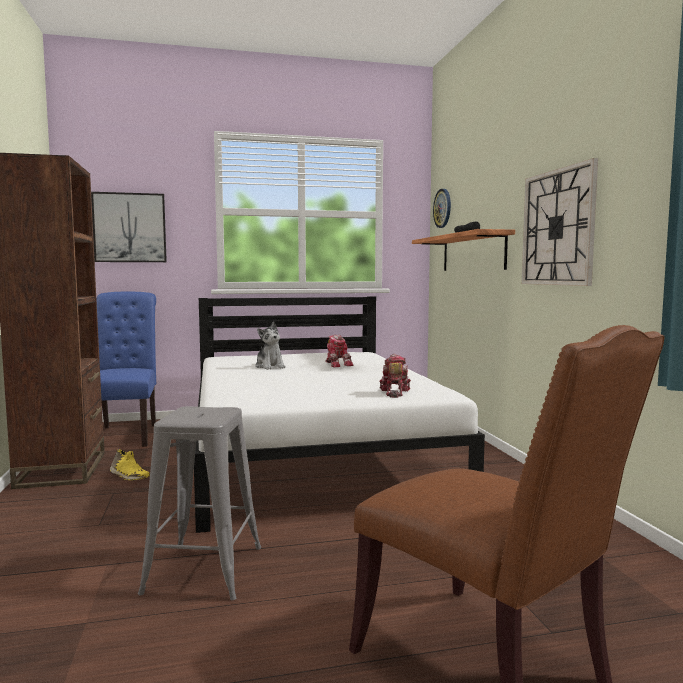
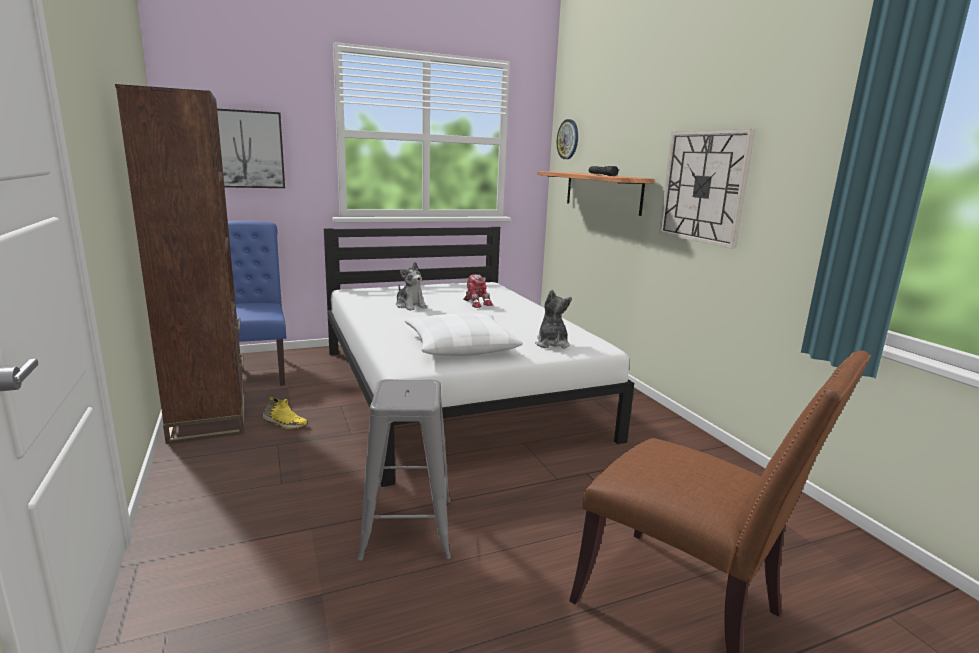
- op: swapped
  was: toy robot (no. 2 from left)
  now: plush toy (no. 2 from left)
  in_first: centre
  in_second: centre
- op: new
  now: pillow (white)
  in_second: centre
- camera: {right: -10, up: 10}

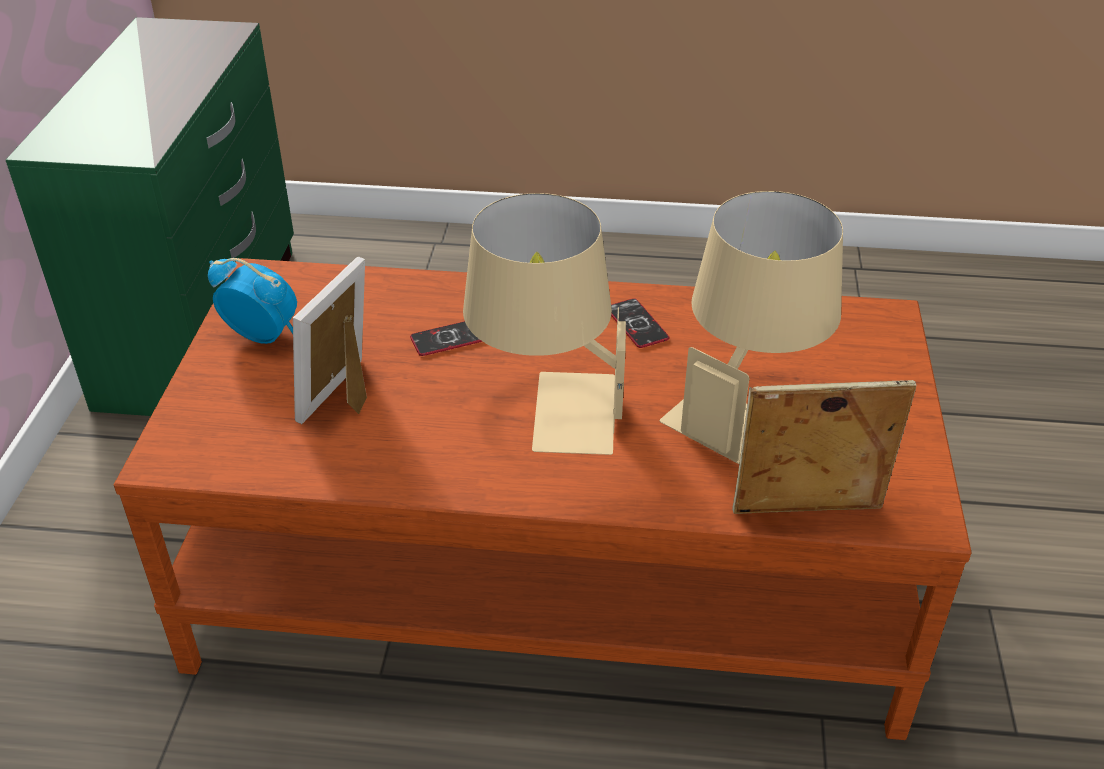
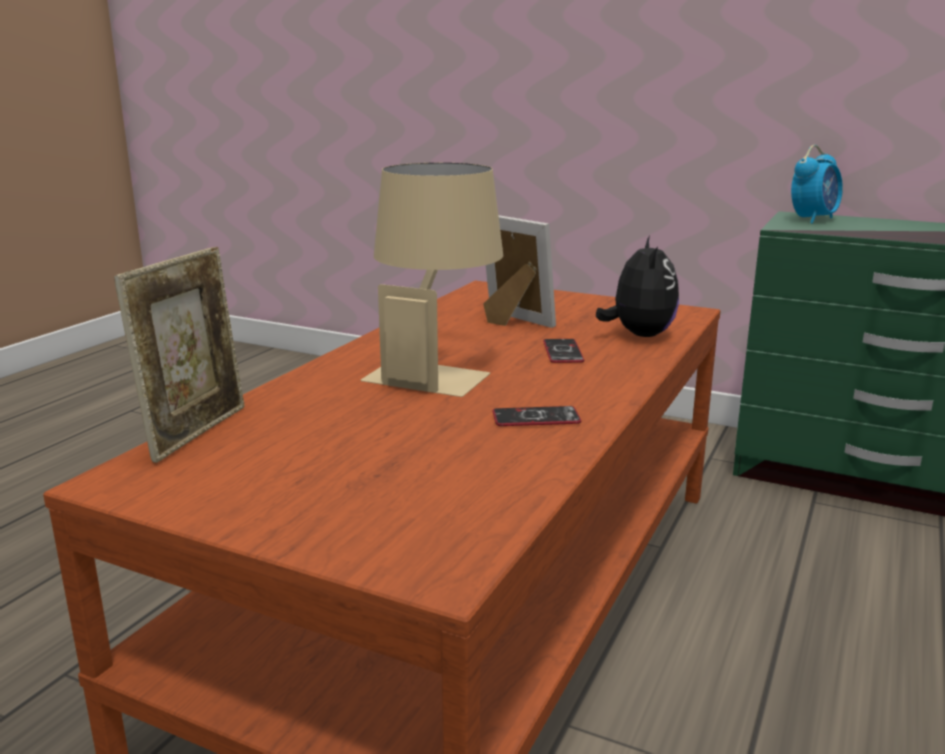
- op: gone
  was: table lamp (beige) (no. 2 from left)
  in_first: middle right
- op: shifted
  was: alarm clock
  in_first: middle left
  in_second: top right
- op: new
  now: plush toy
  in_second: middle right
- camera: {right: 110, up: -20}

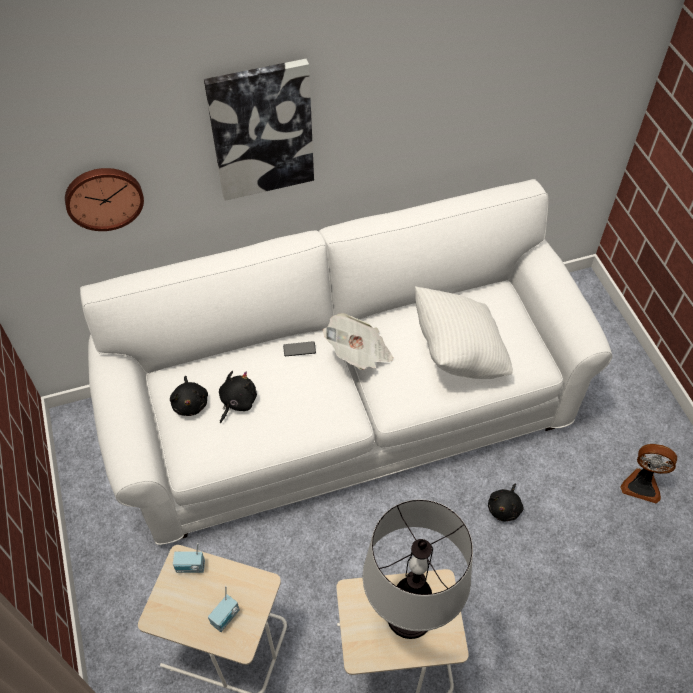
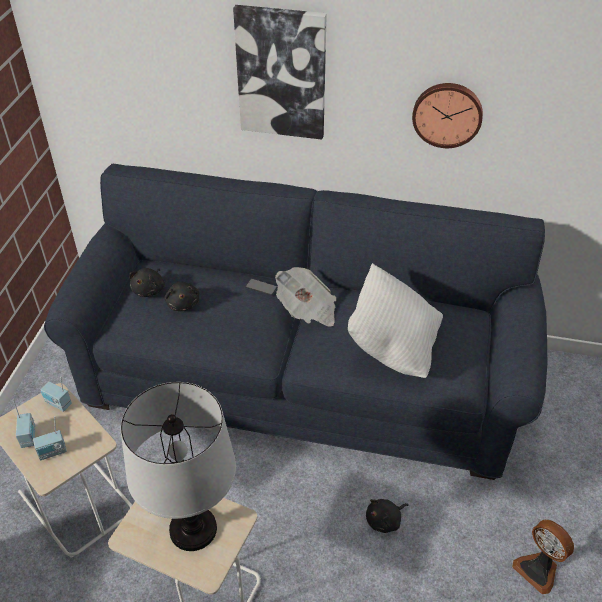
- op: shifted
  was: wall clock
  in_first: top left
  in_second: top right
- op: repainted
  was: sofa (white)
  now: sofa (blue)
  in_first: centre
  in_second: centre
- op: rotated
  was: plush toy (black) (no. 2 from left)
  in_first: centre
  in_second: middle left
  clockwise: 105
- op: new
  now: radio (no. 1 from left)
  in_second: bottom left
- camera: {right: 30, up: -10}

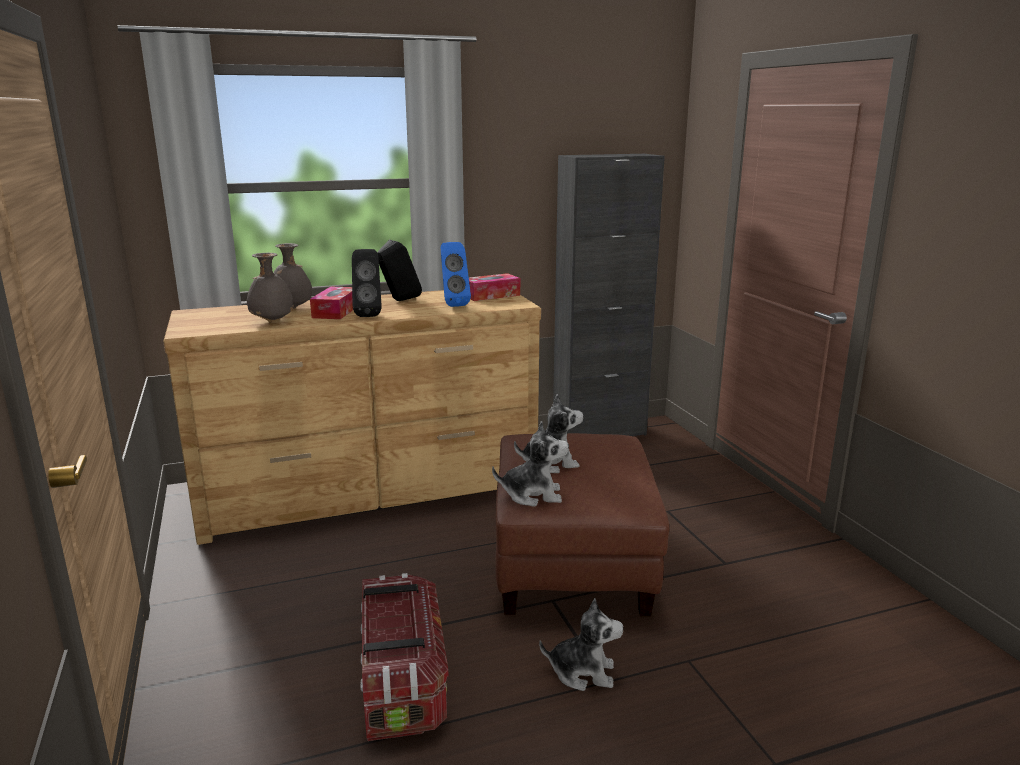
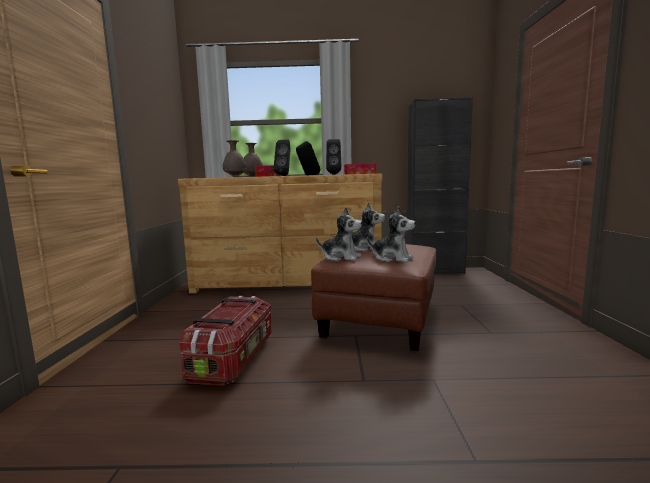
- op: repainted
  was: speaker (blue)
  now: speaker (black) (no. 3 from left)
  in_first: centre
  in_second: top centre
- op: shifted
  was: plush toy (no. 3 from left)
  in_first: bottom centre
  in_second: centre
- camera: {right: 20, up: -10}

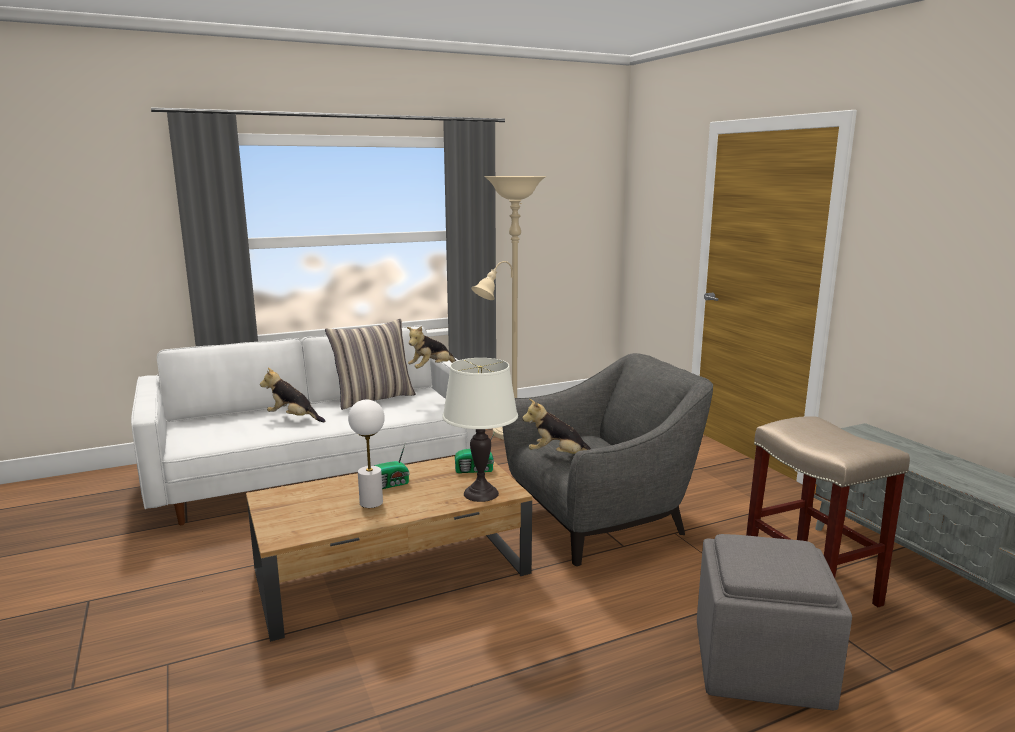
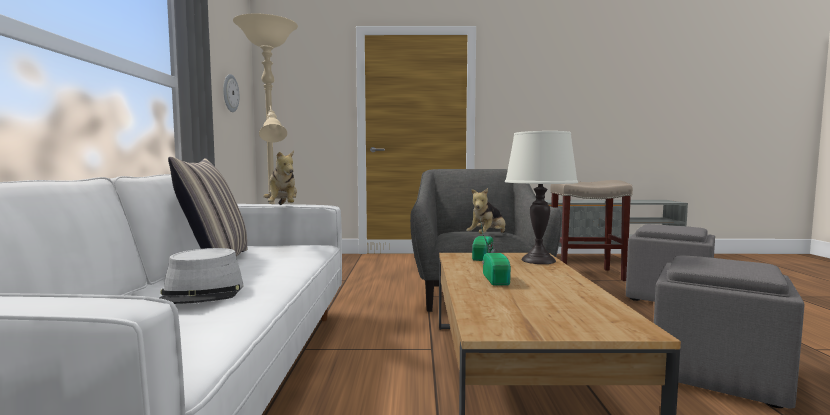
- op: swapped
  was: plush toy (no. 1 from left)
  now: hat (grey)
  in_first: middle left
  in_second: middle left
- op: gone
  was: table lamp (white) (no. 1 from left)
  in_first: centre
- op: new
  now: wall clock
  in_second: top left
- op: new
  now: ottoman (grey) (no. 2 from left)
  in_second: bottom right
- camera: {right: -65, up: -10}

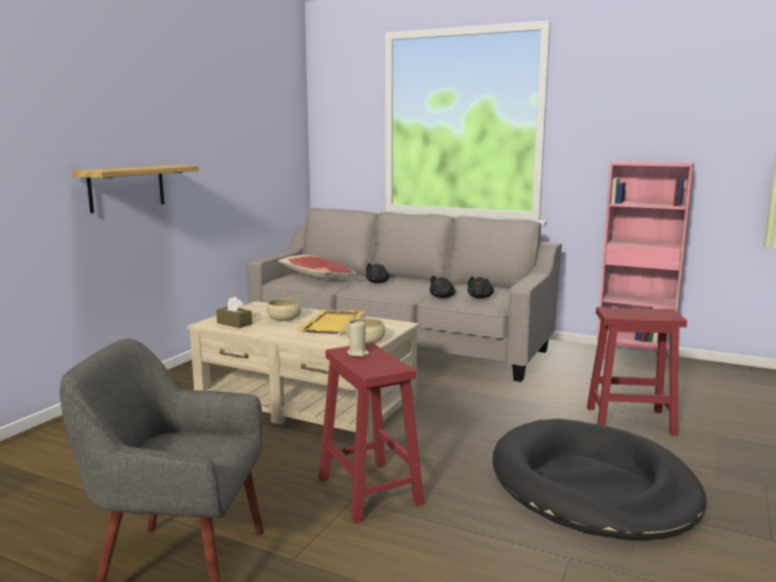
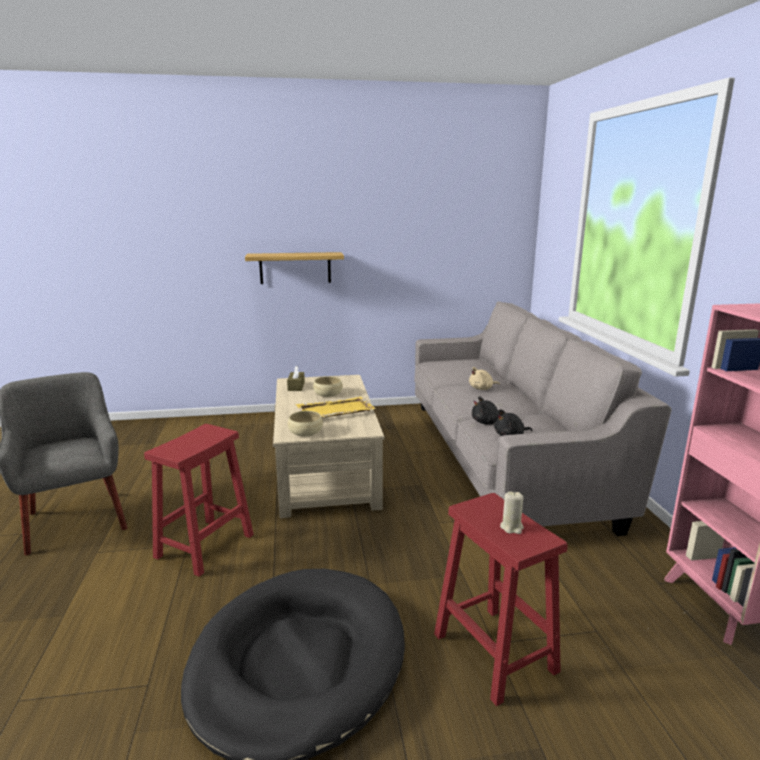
- op: gone
  was: pillow
  in_first: centre
- op: repainted
  was: plush toy (black) (no. 1 from left)
  now: plush toy (beige)
  in_first: centre
  in_second: centre
- op: shifted
  was: candle (beige)
  in_first: centre
  in_second: bottom right
- camera: {right: 55, up: 5}

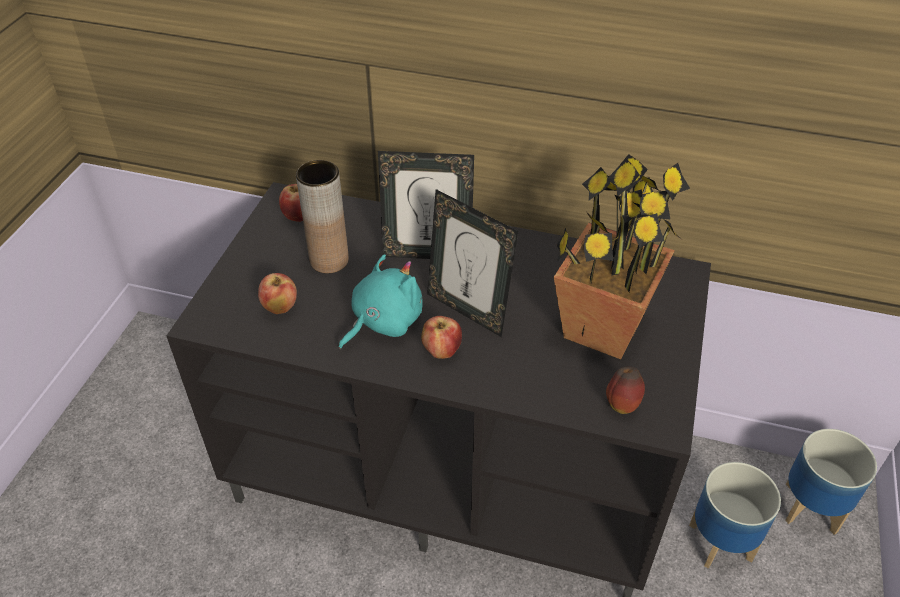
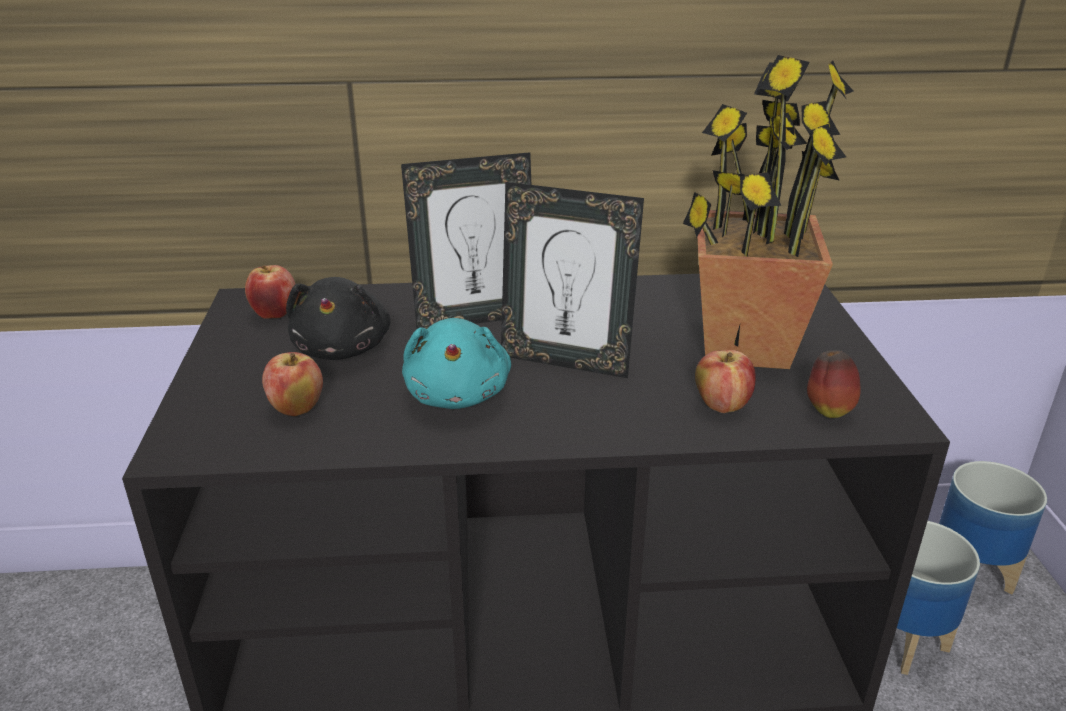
- op: swapped
  was: vase (brown)
  now: plush toy (black)
  in_first: centre
  in_second: middle left
- op: rotated
  was: plush toy (turquoise)
  in_first: centre
  in_second: centre
  clockwise: 150
- op: shifted
  was: apple (no. 3 from left)
  in_first: centre
  in_second: middle right
- camera: {right: -20, up: -15}

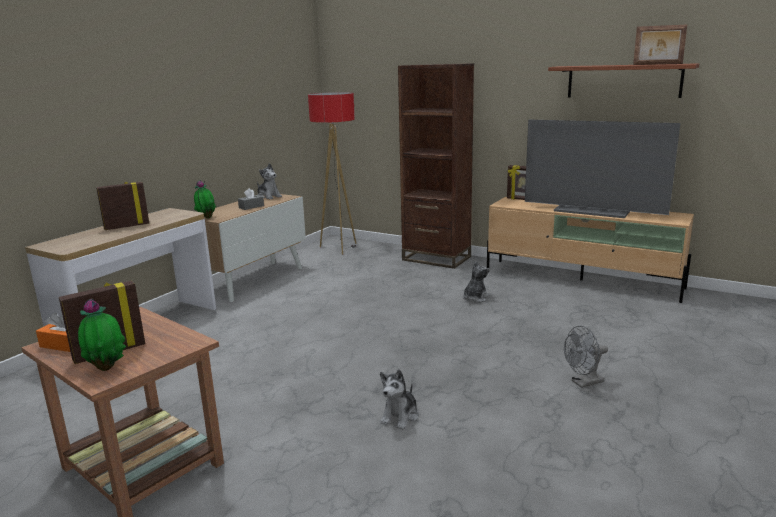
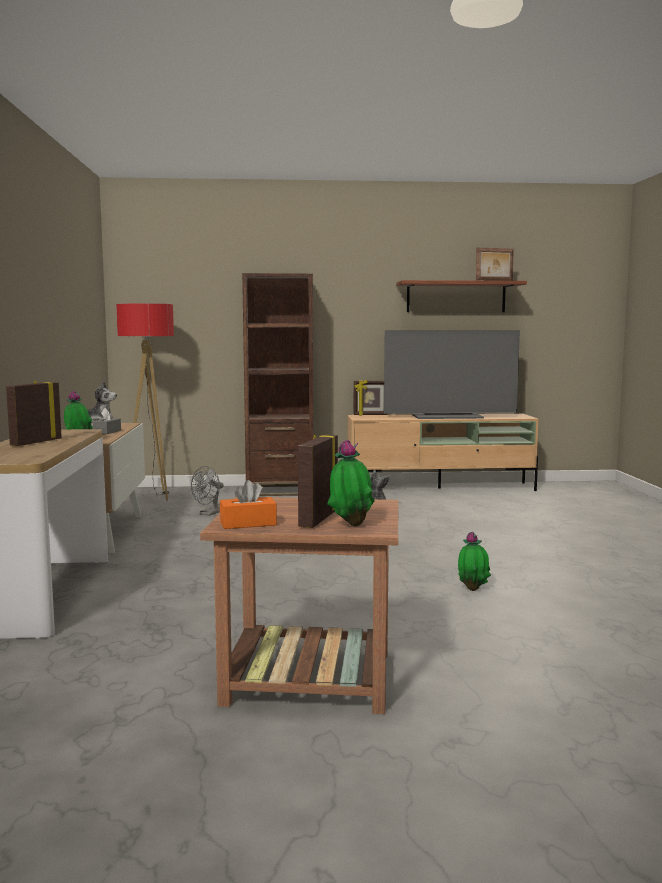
- op: shifted
  was: fan (grey)
  in_first: bottom right
  in_second: middle left
- op: swapped
  was: plush toy (no. 2 from left)
  now: potted plant (no. 3 from left)
  in_first: bottom centre
  in_second: middle right
- camera: {right: -35, up: -10}

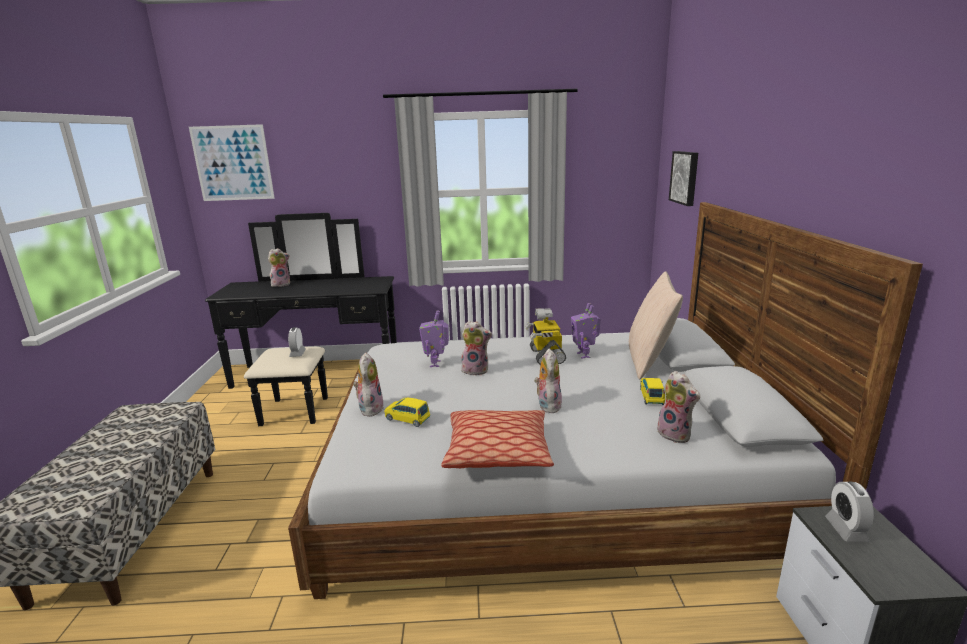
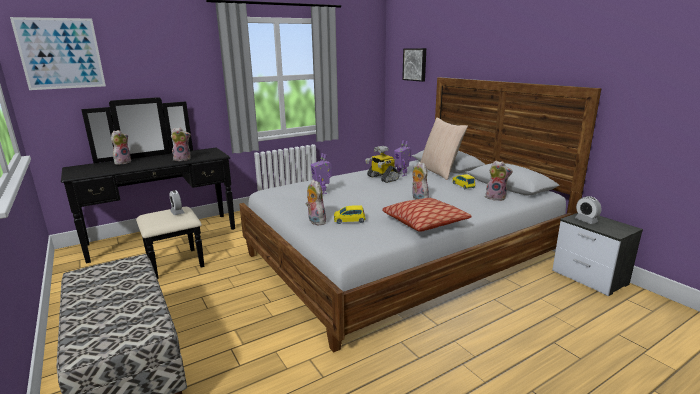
- op: shifted
  was: plush toy (no. 3 from left in the first image)
  now: plush toy (no. 2 from left)
  in_first: centre
  in_second: middle left
- camera: {right: -30, up: 0}

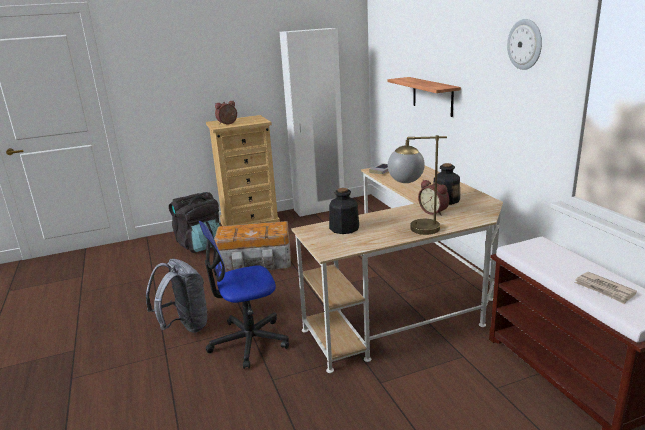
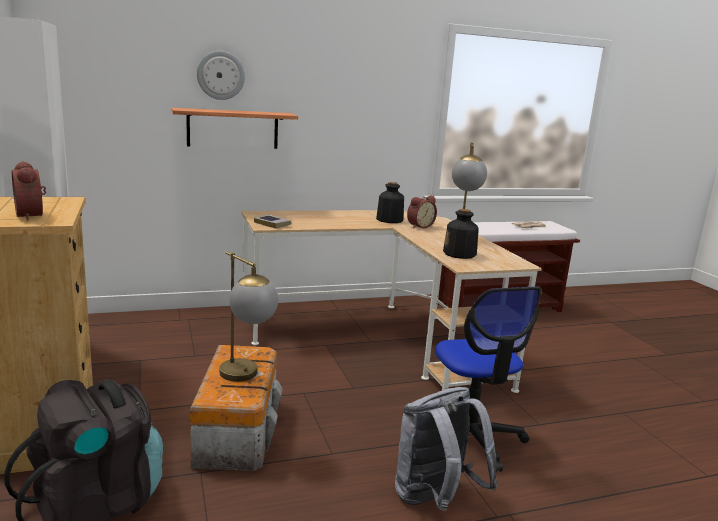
- op: shifted
  was: wall clock
  in_first: top right
  in_second: top left
- op: new
  now: table lamp (no. 1 from left)
  in_second: centre
- camera: {right: -90, up: -5}

